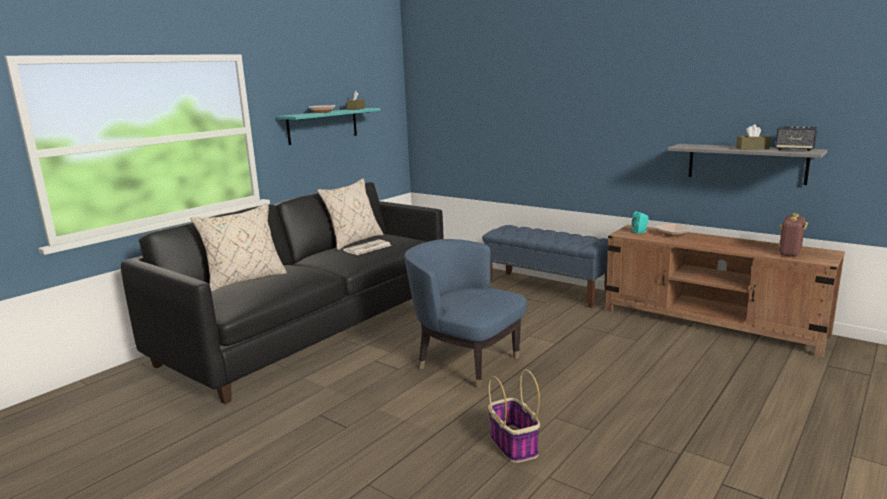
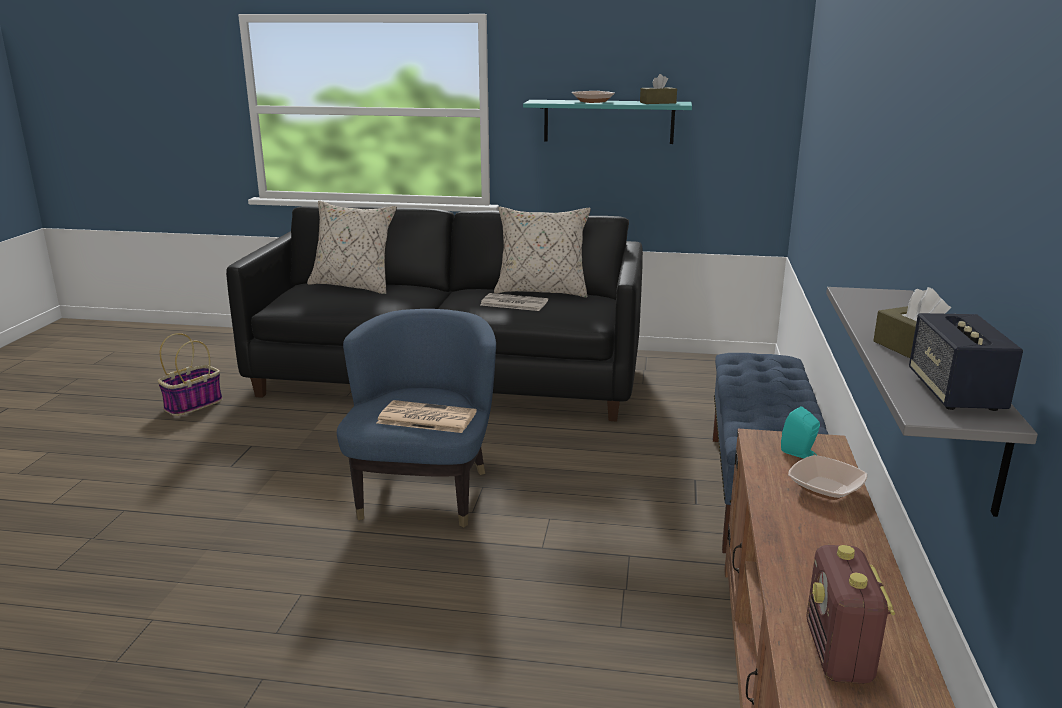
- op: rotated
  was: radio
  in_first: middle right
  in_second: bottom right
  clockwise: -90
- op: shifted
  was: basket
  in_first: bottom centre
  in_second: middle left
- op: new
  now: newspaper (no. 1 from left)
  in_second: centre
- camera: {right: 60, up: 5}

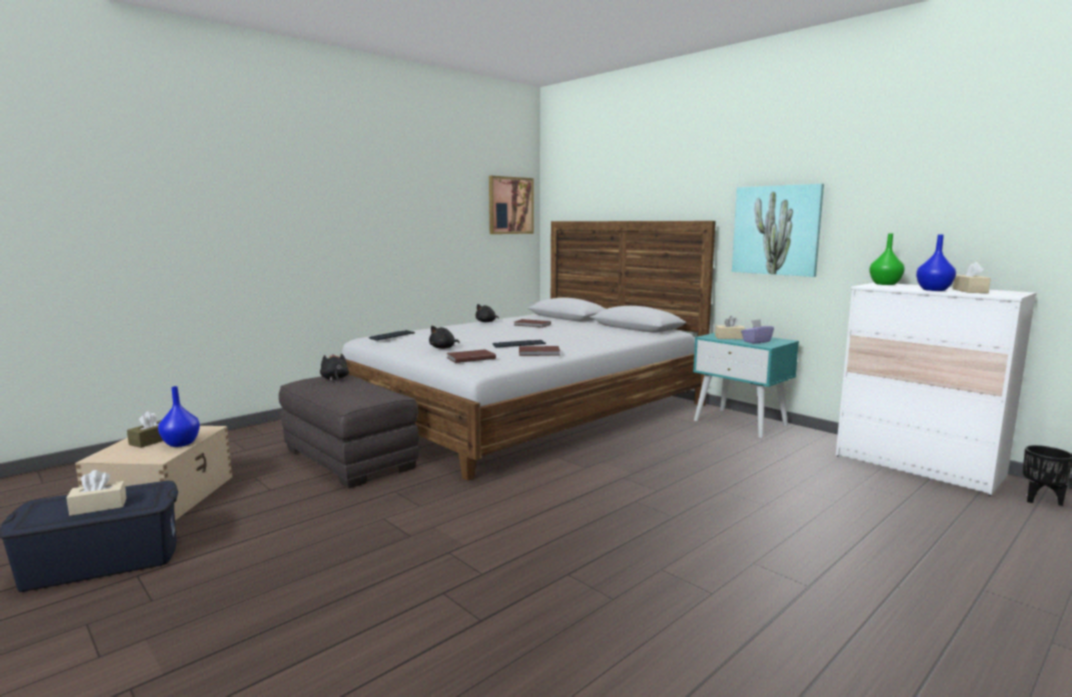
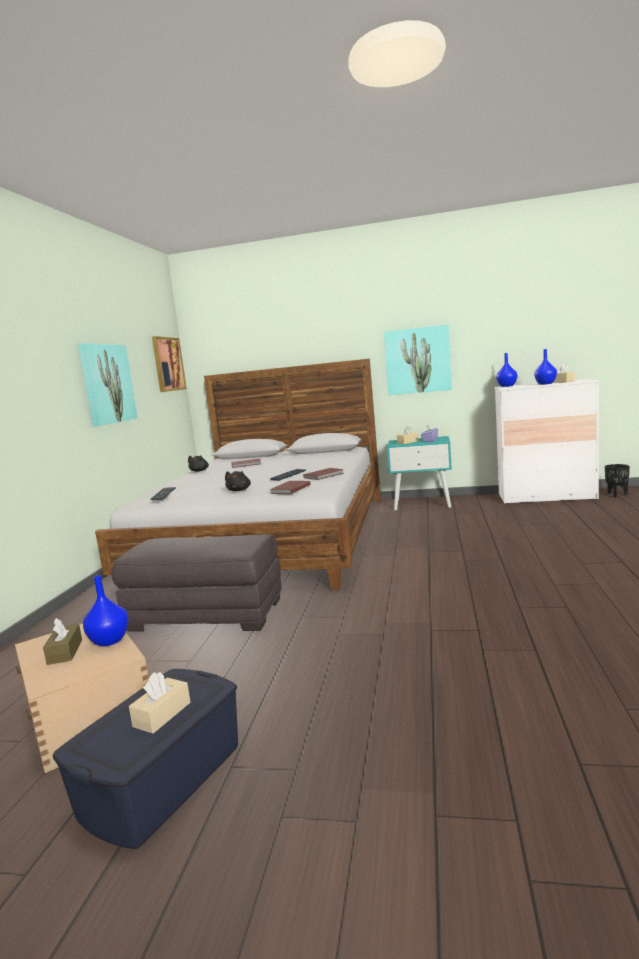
- op: repainted
  was: vase (green)
  now: vase (blue) (no. 2 from left)
  in_first: middle right
  in_second: middle right
- op: gone
  was: plush toy (black) (no. 1 from left)
  in_first: middle left
- op: new
  now: picture (no. 1 from left)
  in_second: middle left
- camera: {right: -35, up: 0}

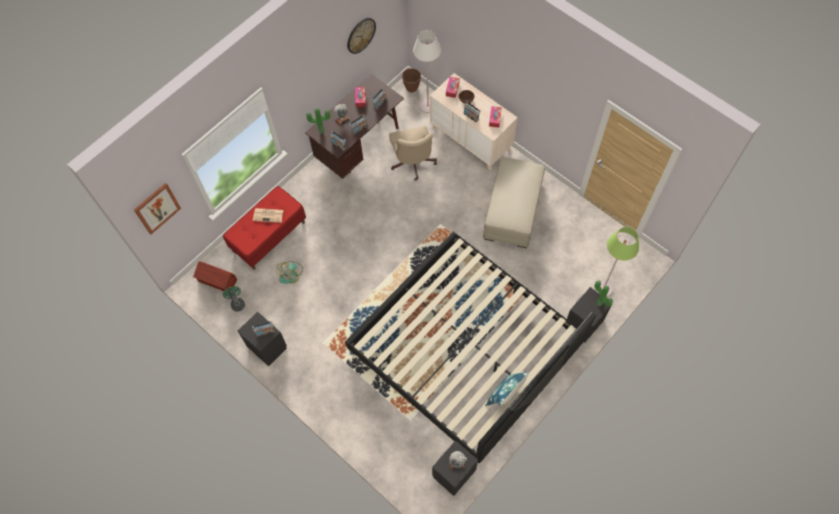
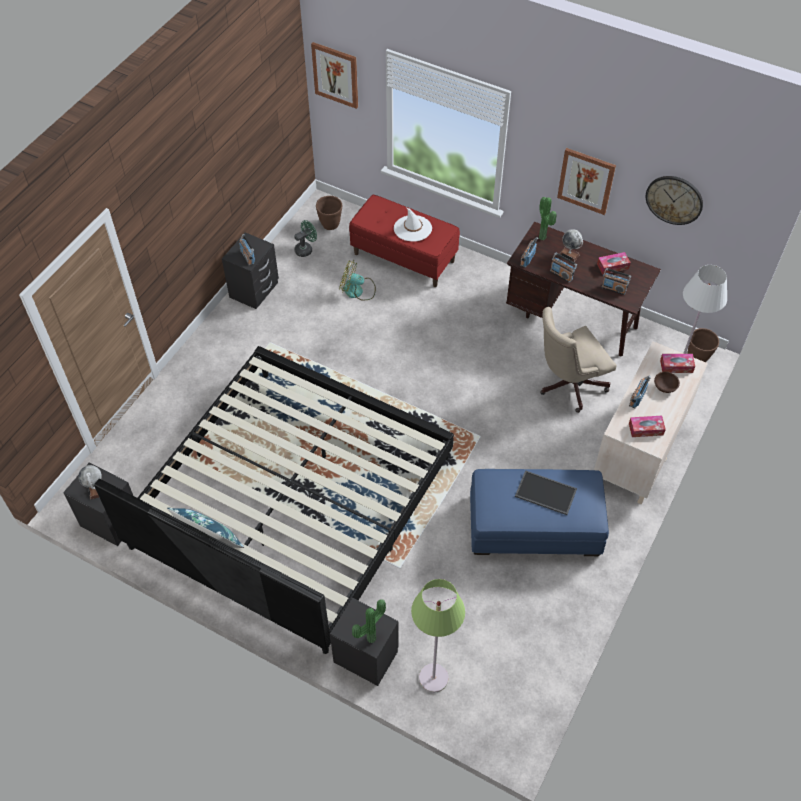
- op: repainted
  was: ottoman (beige)
  now: ottoman (blue)
  in_first: centre
  in_second: middle right
- op: swapped
  was: newspaper
  now: hat (white)
  in_first: middle left
  in_second: top centre
- op: swapped
  was: storage box (brown)
  now: planter (brown) (no. 1 from left)
  in_first: middle left
  in_second: top centre
- op: new
  now: picture (no. 2 from left)
  in_second: top right
- op: new
  now: tray
  in_second: middle right
- camera: {right: 75, up: -10}

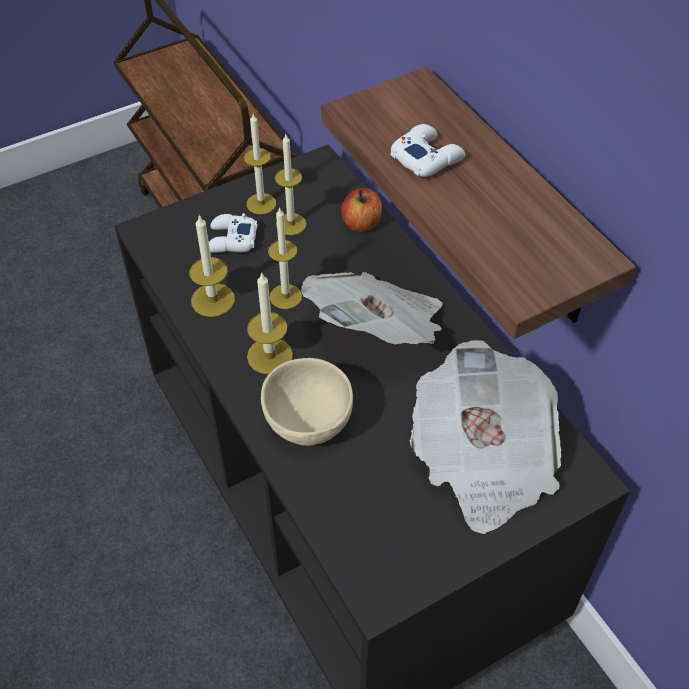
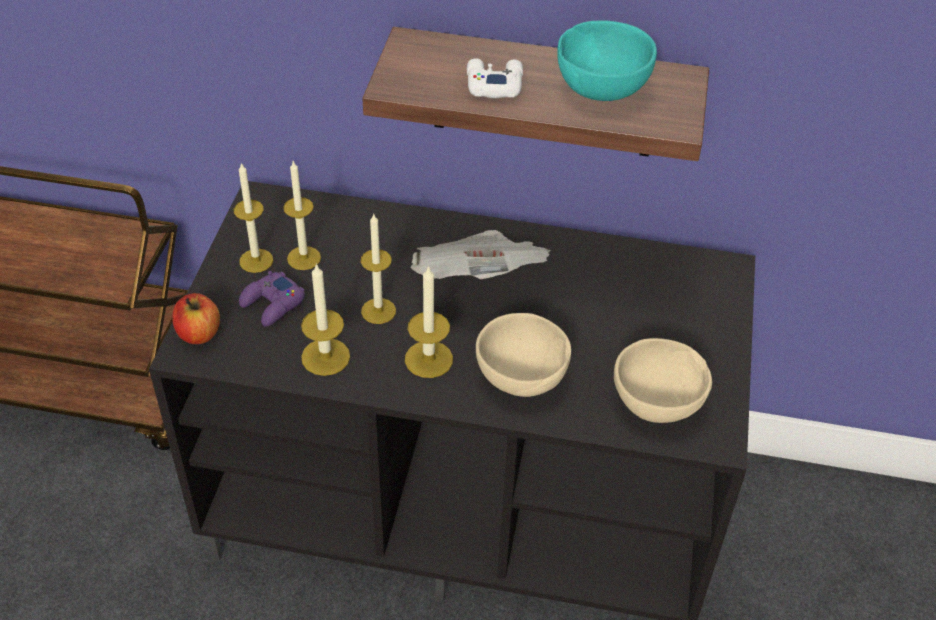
- op: shifted
  was: apple
  in_first: top centre
  in_second: middle left
- op: repainted
  was: game controller (white) (no. 1 from left)
  now: game controller (purple)
  in_first: centre
  in_second: middle left
- op: gone
  was: newspaper (no. 2 from left)
  in_first: middle right
- op: new
  now: bowl (turquoise)
  in_second: top centre
- op: new
  now: bowl (beige) (no. 2 from left)
  in_second: middle right
- camera: {right: -50, up: -5}

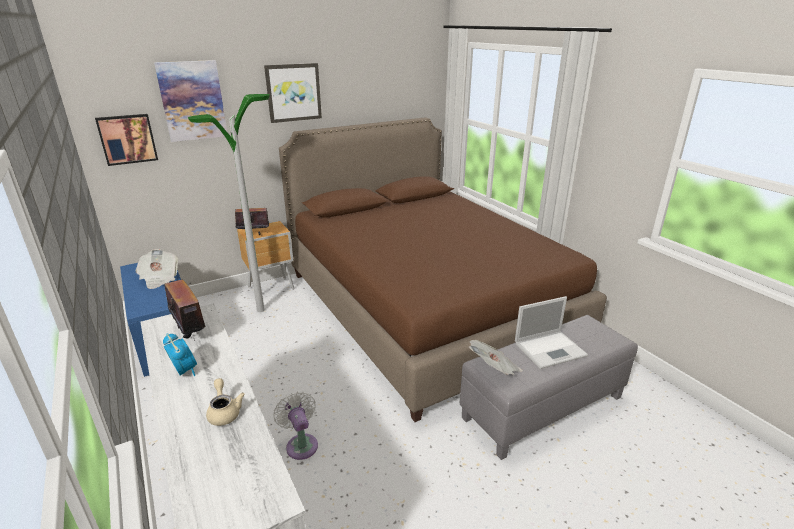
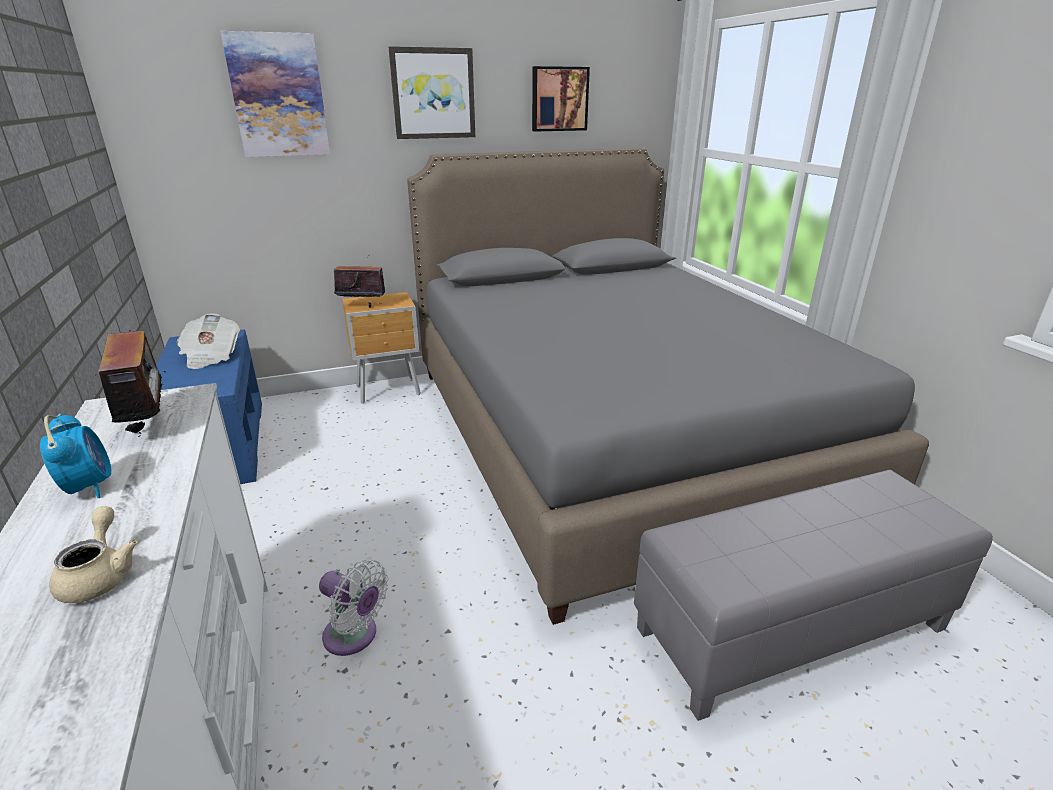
- op: gone
  was: floor lamp
  in_first: middle left
- op: shifted
  was: picture (no. 1 from left in the first image)
  now: picture (no. 3 from left)
  in_first: top left
  in_second: top centre
- op: repainted
  was: bed (brown)
  now: bed (grey)
  in_first: centre
  in_second: centre
- op: gone
  was: laptop
  in_first: middle right
- op: gone
  was: newspaper (no. 2 from left)
  in_first: bottom centre
- op: rotated
  was: fan (white)
  in_first: bottom centre
  in_second: bottom centre
  clockwise: 135
- camera: {right: 10, up: 0}

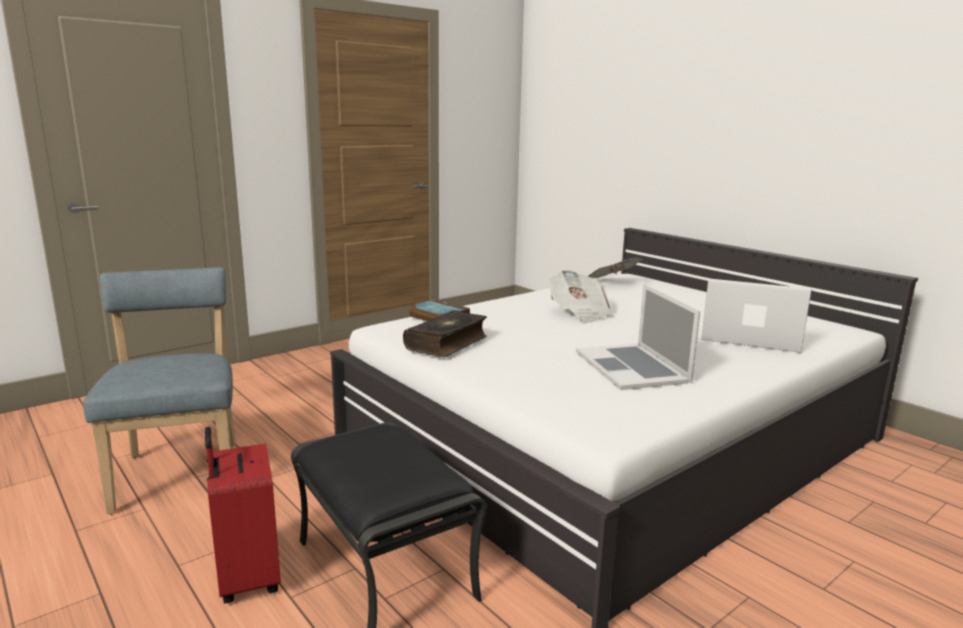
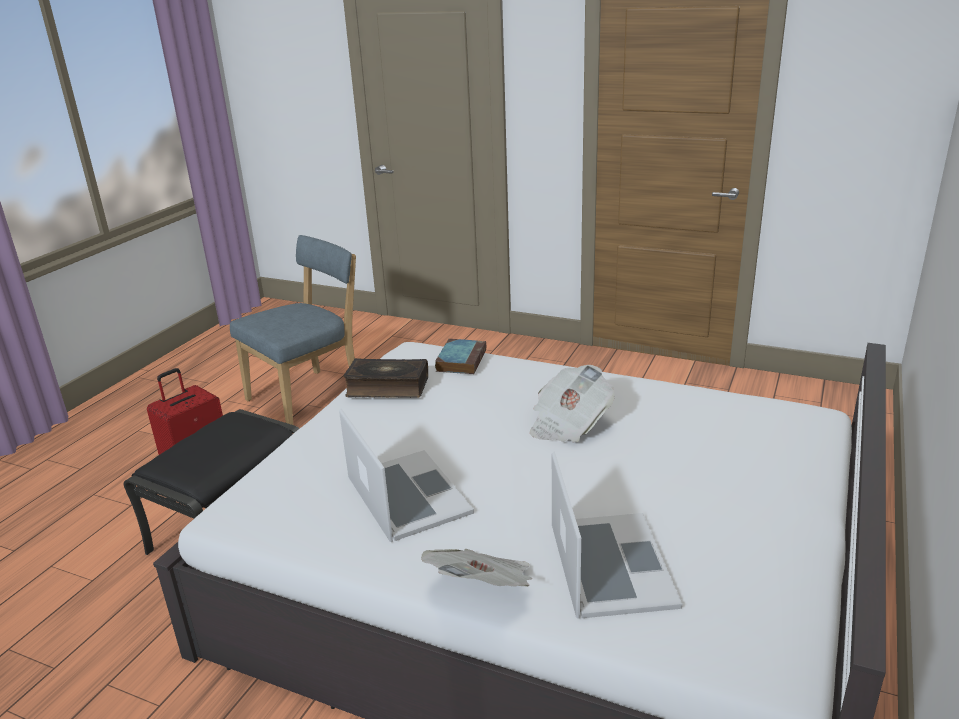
- op: shifted
  was: newspaper (no. 2 from left in the first image)
  now: newspaper (no. 1 from left)
  in_first: centre
  in_second: bottom centre
- op: rotated
  was: laptop (no. 1 from left)
  in_first: centre
  in_second: centre
  clockwise: 105
- camera: {right: 65, up: 10}

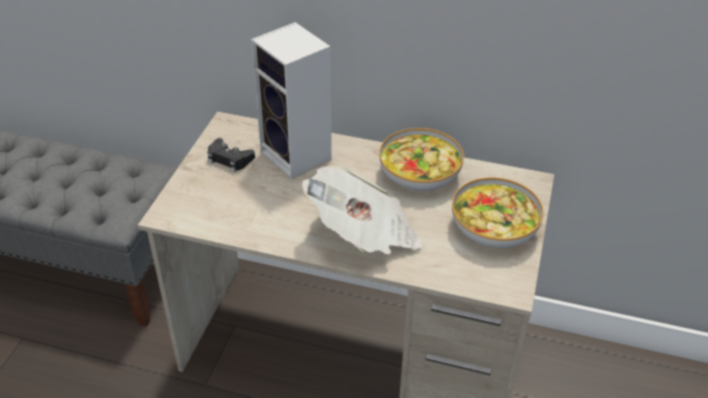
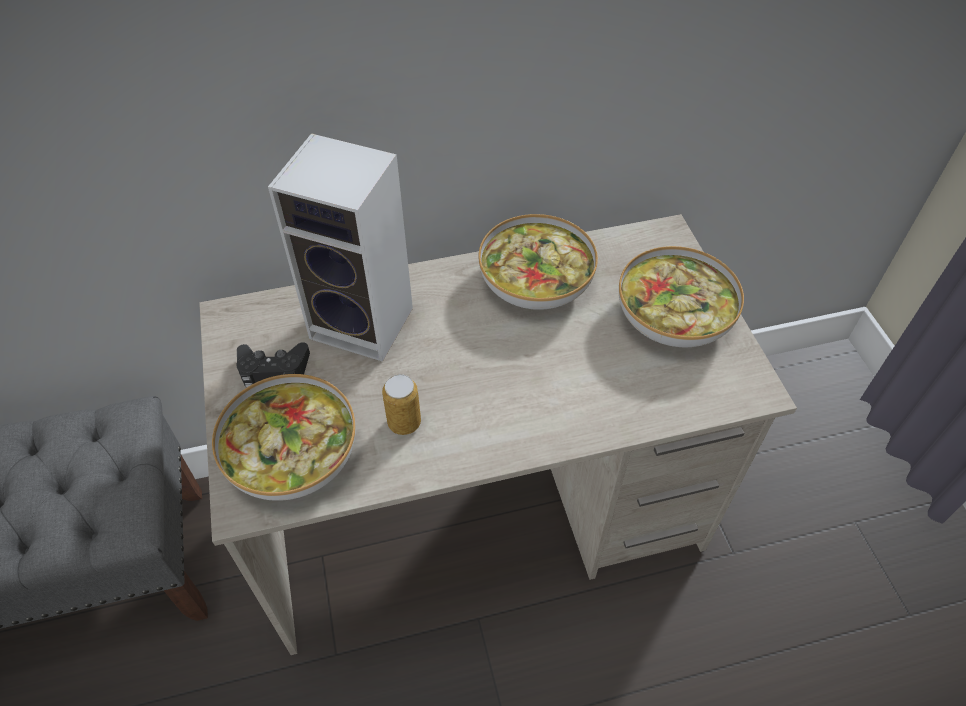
- op: gone
  was: newspaper
  in_first: centre
- op: new
  now: bowl (no. 1 from left)
  in_second: middle left
- op: new
  now: can
  in_second: centre
- camera: {right: -30, up: 10}

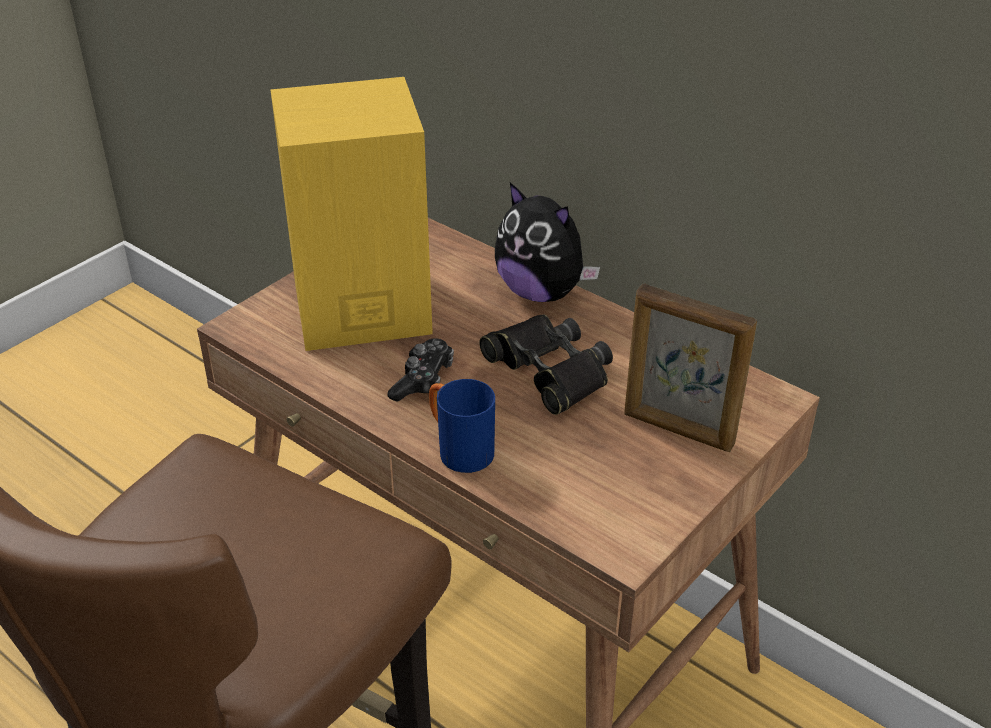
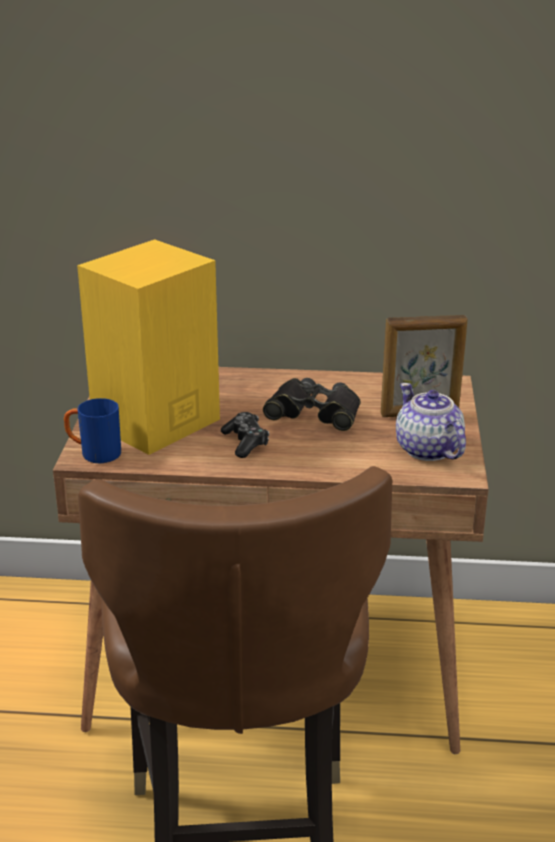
- op: gone
  was: plush toy
  in_first: top centre
- op: shifted
  was: mug (blue)
  in_first: centre
  in_second: middle left
- op: new
  now: teapot
  in_second: middle right
- camera: {right: -35, up: -10}

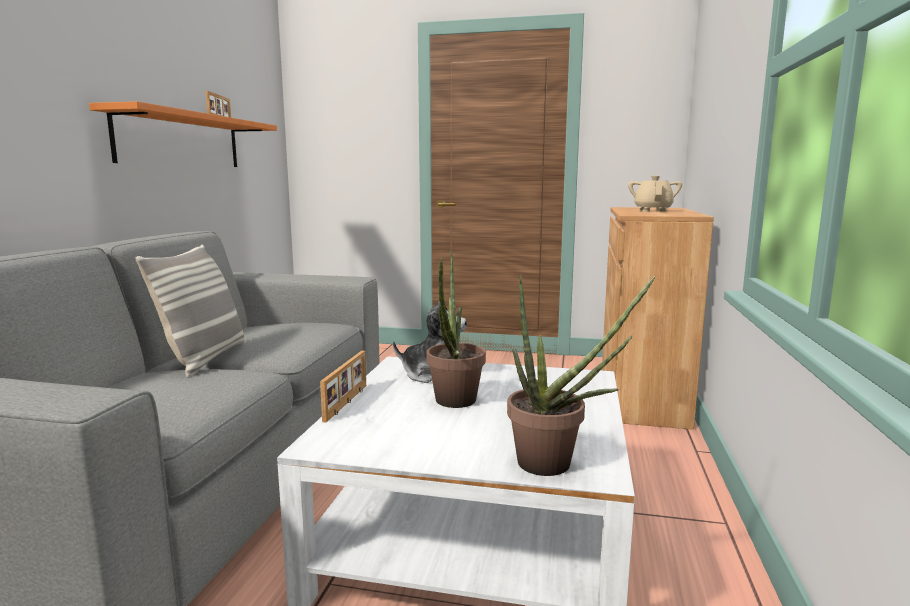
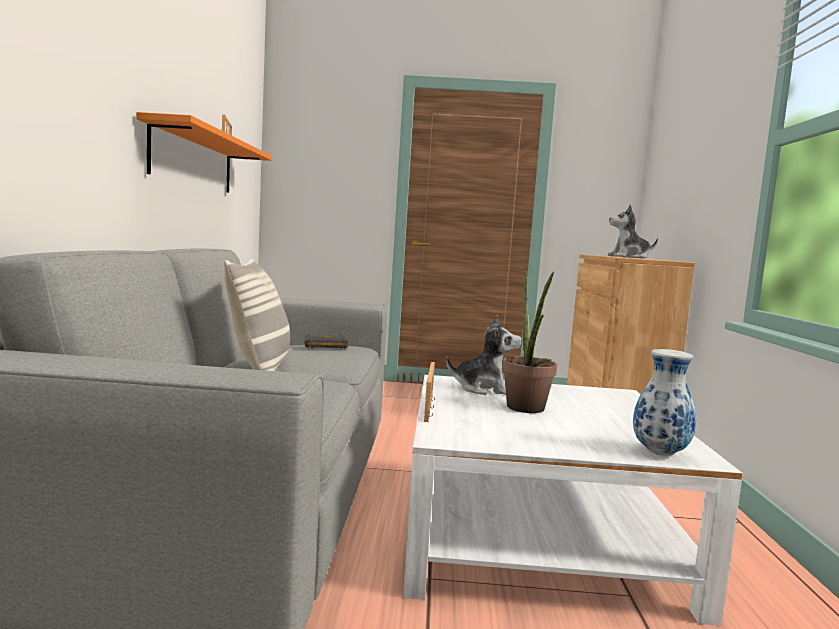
- op: swapped
  was: teapot (beige)
  now: plush toy (no. 2 from left)
  in_first: top right
  in_second: middle right
- op: swapped
  was: potted plant (no. 2 from left)
  now: vase
  in_first: centre
  in_second: middle right
- op: new
  now: book (black)
  in_second: centre
- camera: {right: -10, up: -5}

